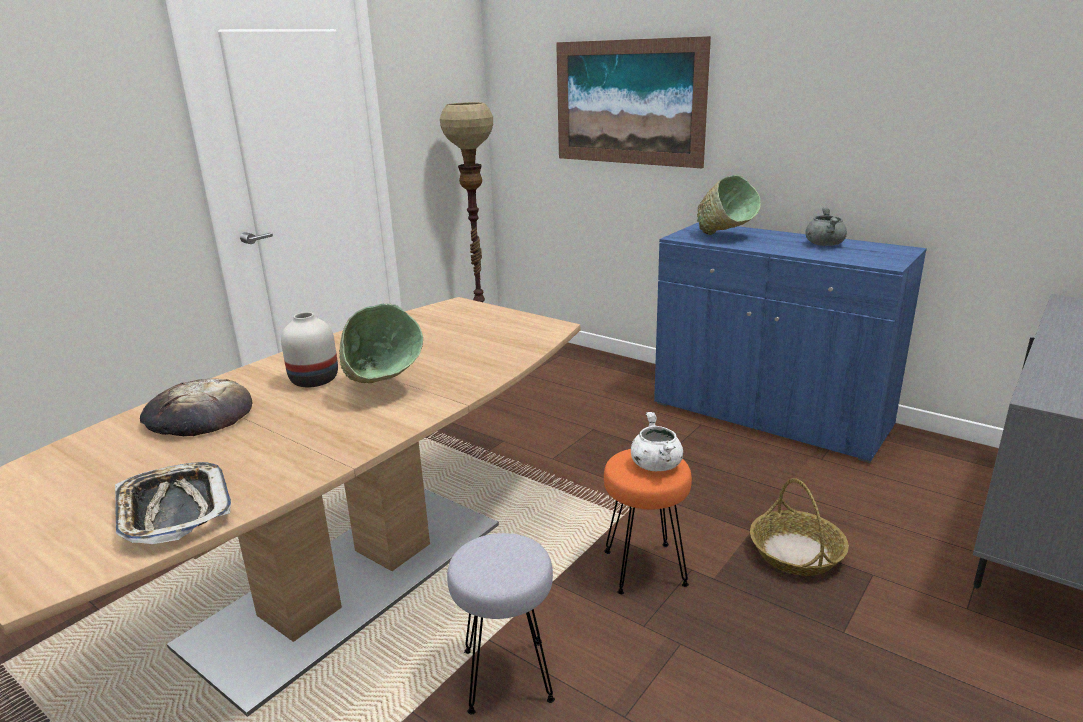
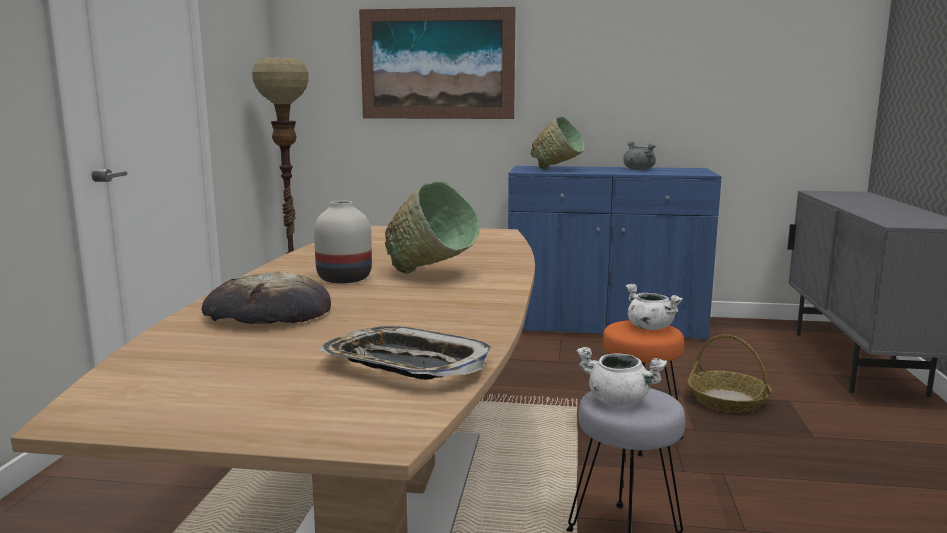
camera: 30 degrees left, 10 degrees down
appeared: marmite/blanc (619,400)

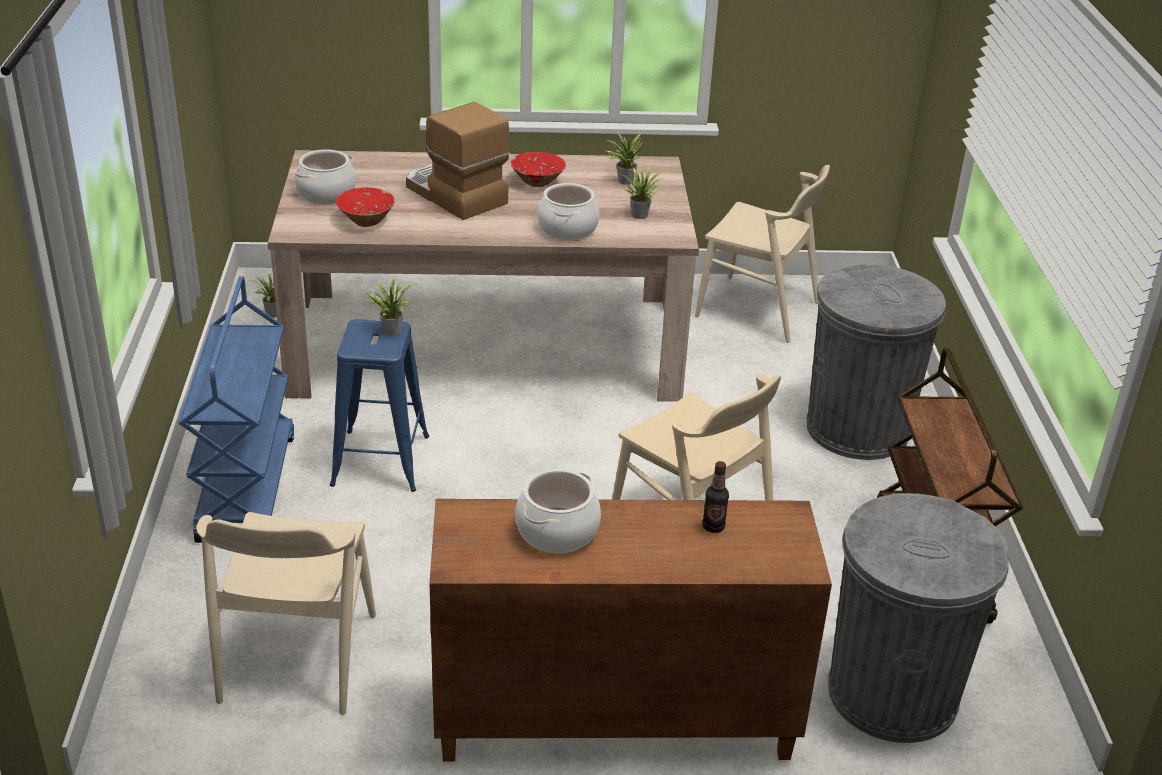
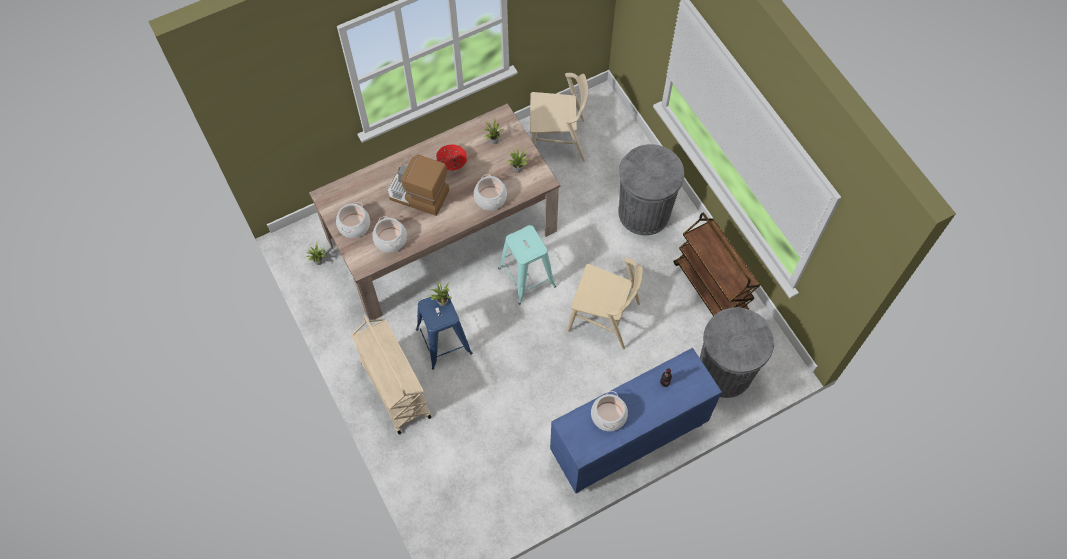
camera: 25 degrees left, 30 degrees up
missing: chaise/beige (297,658)
appeared: tabouret/turquoise (526,277)
exchanged: bol/rouge (366,221) to marmite (390,240)
colour: chariot/bleu (245,486) to chariot/beige (394,388); meuble de rangement/marron (612,722) to meuble de rangement/bleu (628,441)

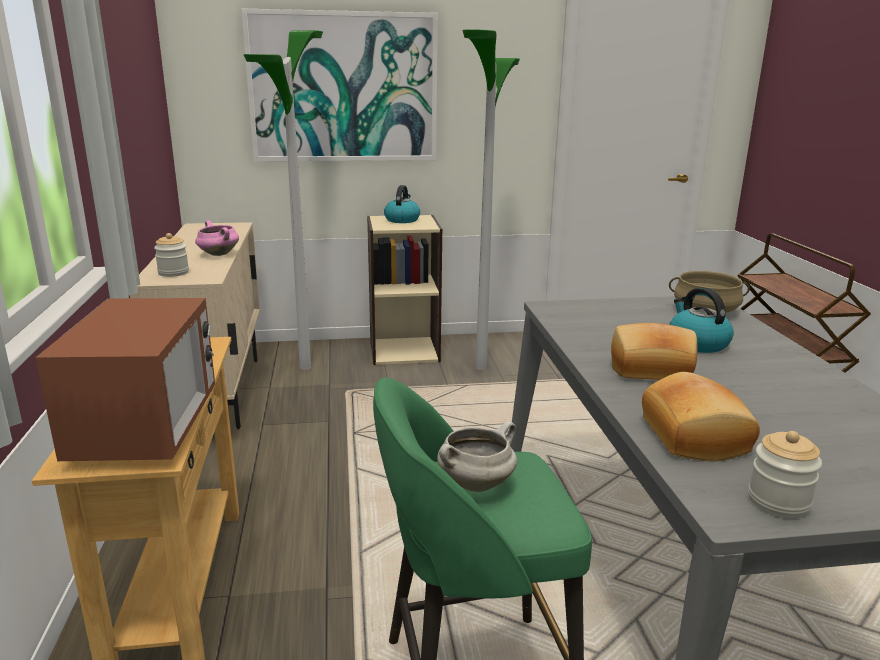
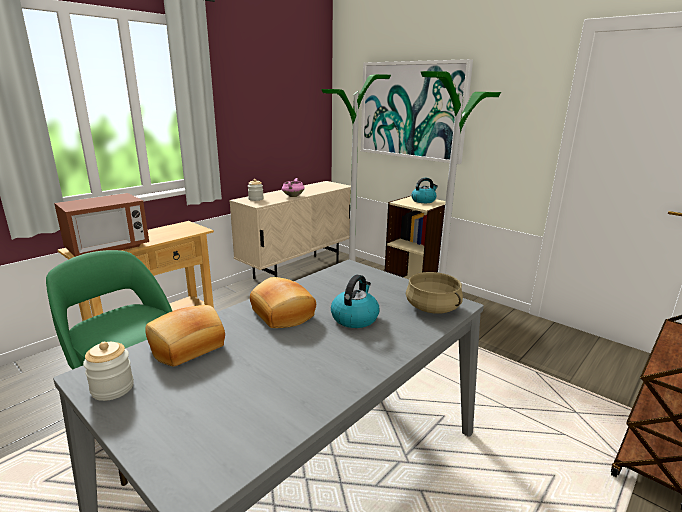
camera: 50 degrees right, 0 degrees up
missing: marmite/blanc (476,483)

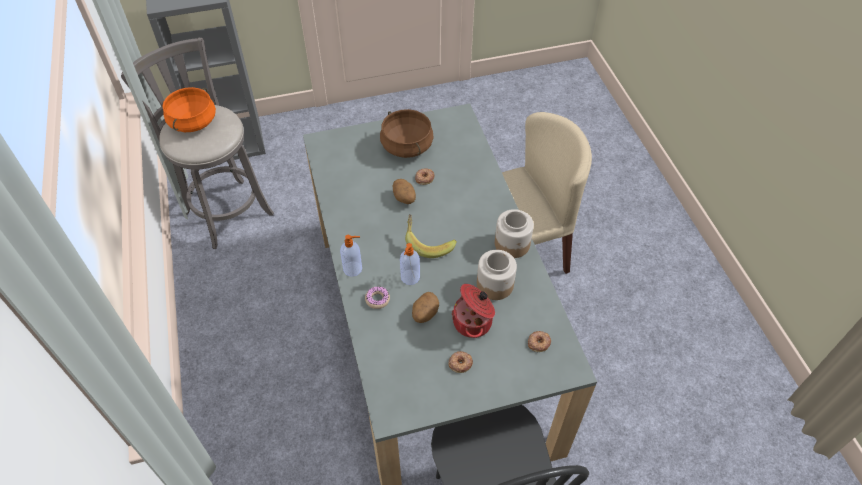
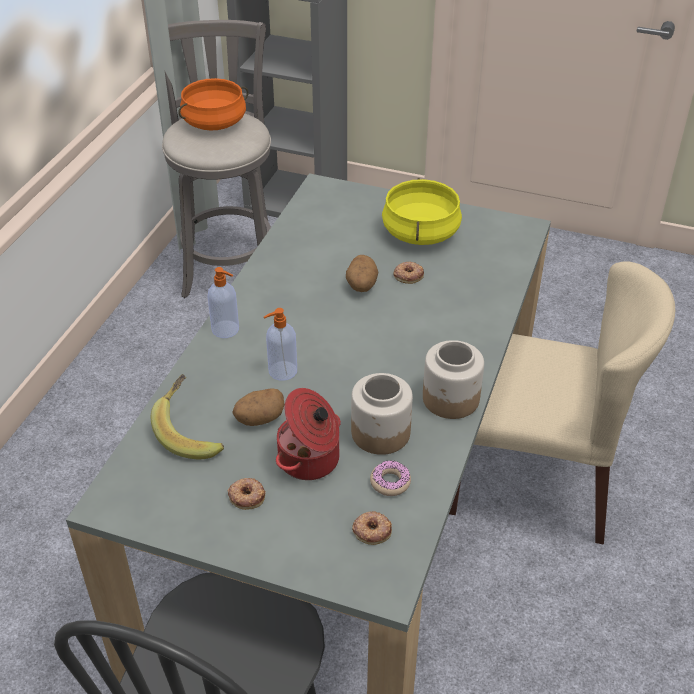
camera: 35 degrees right, 10 degrees down
relocated: beignet (377,299) to (390,482); banane (428,242) to (192,432)
colour: marmite/marron (406,146) to marmite/jaune (420,233)

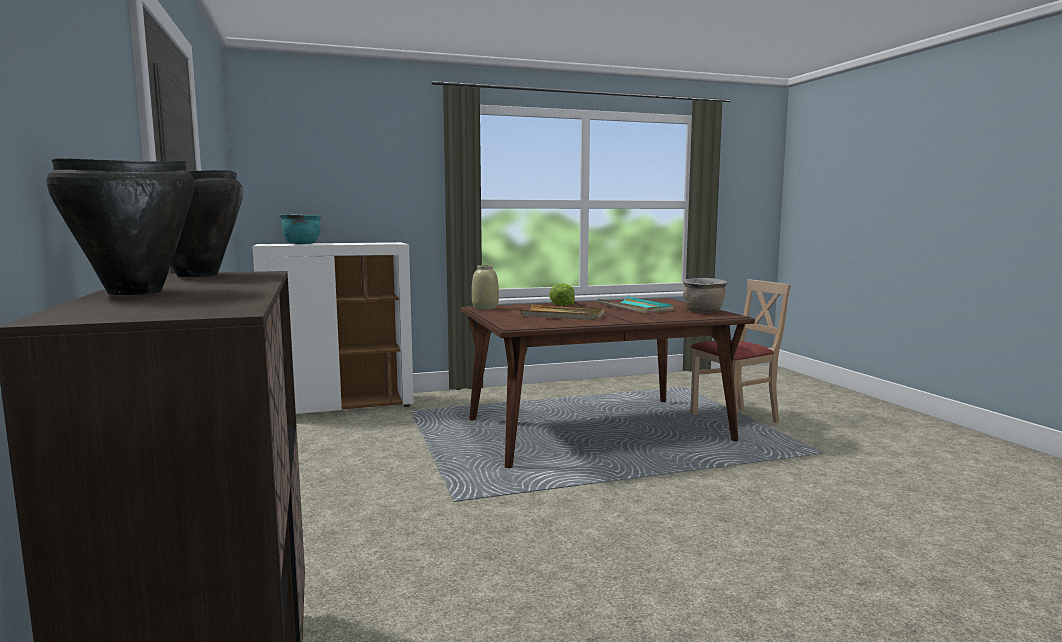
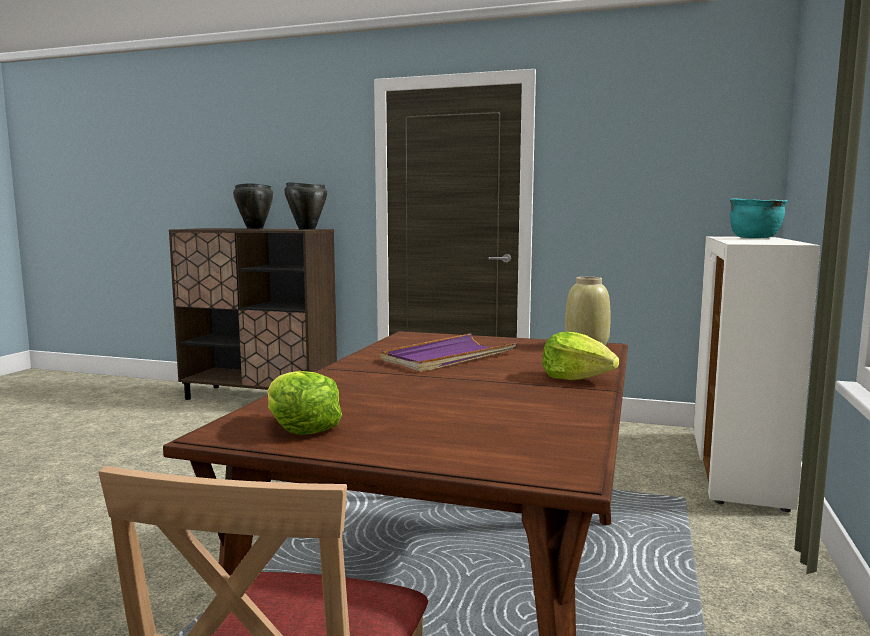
camera: 125 degrees right, 0 degrees up
missing: plateau/turquoise (635,308)
exchanged: marmite/marron (703,312) to laitue (301,428)
colour: plateau/beige (563,316) to plateau/violet (448,357)

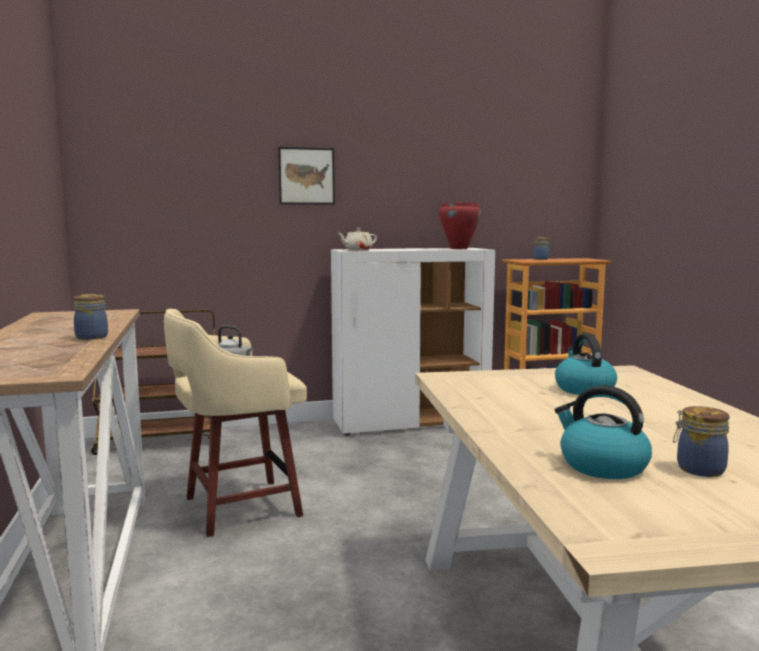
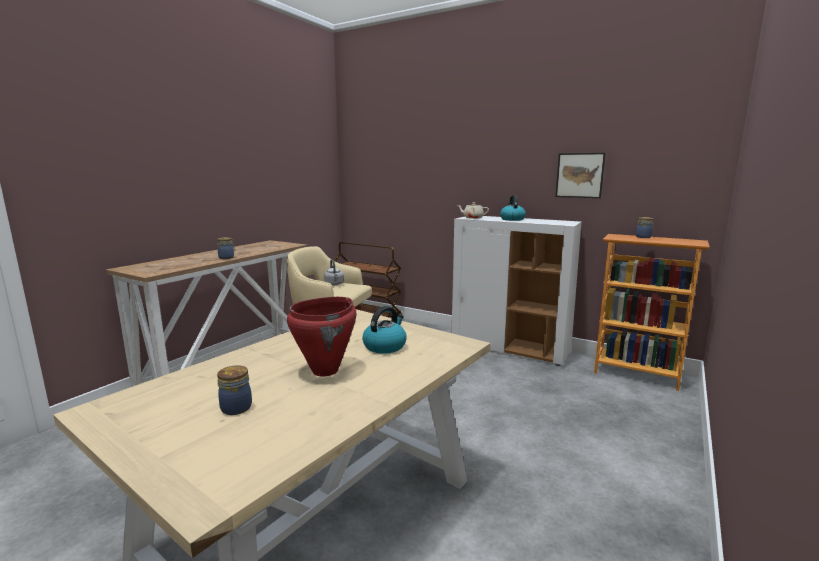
camera: 45 degrees right, 5 degrees up
relocated: tableau (306,176) to (579,175); marmite/rouge (459,248) to (326,370); bouilloire (601,466) to (512,219)

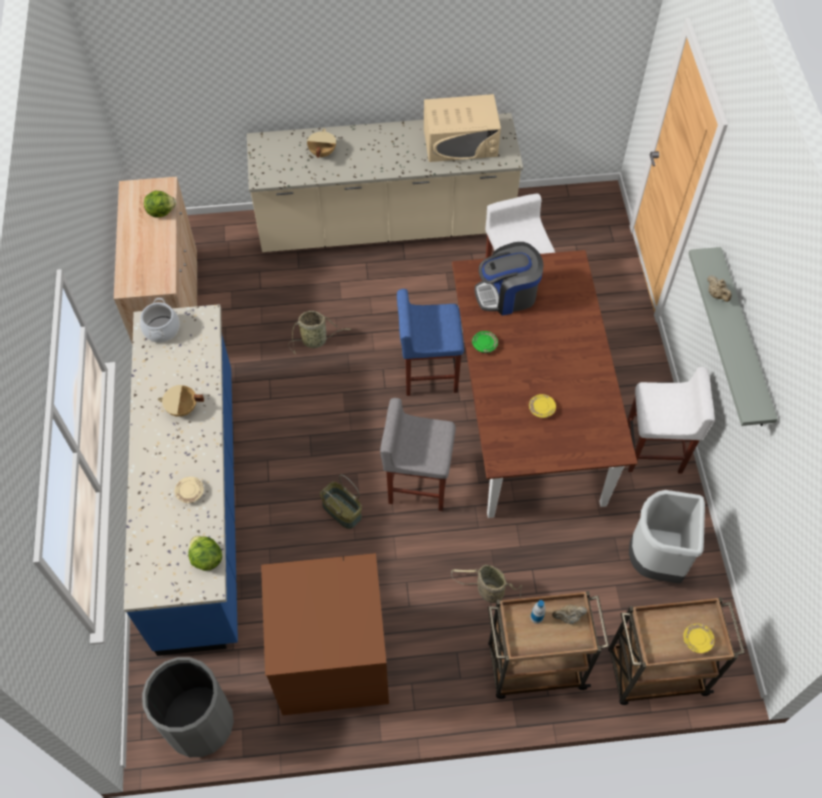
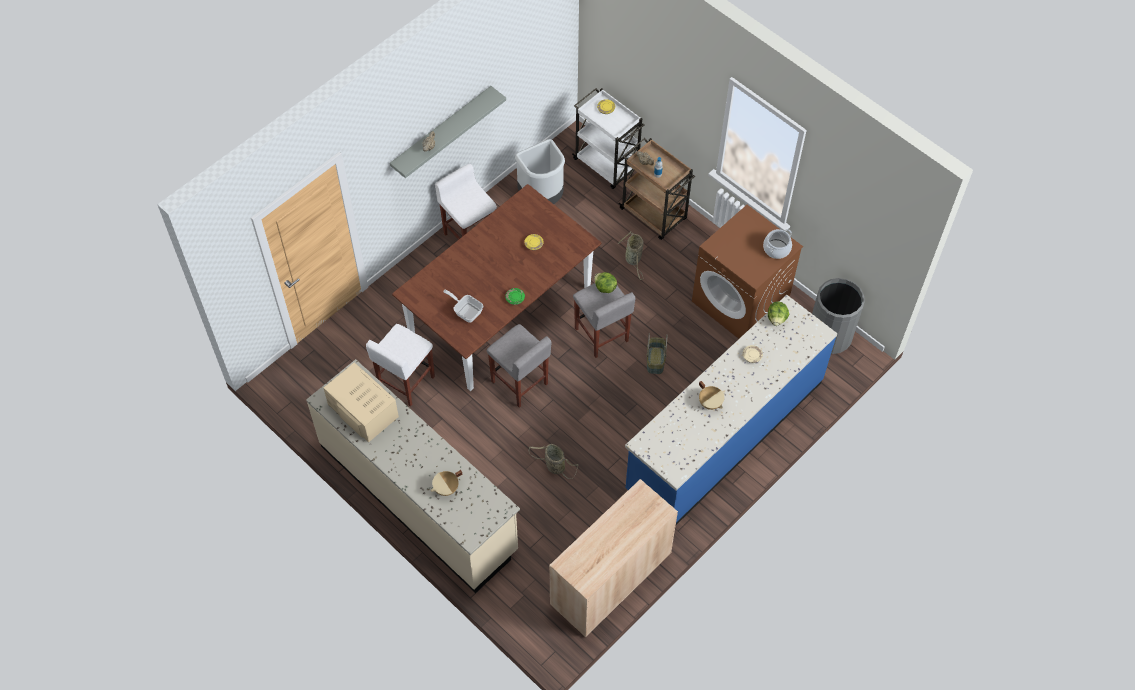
camera: 130 degrees left, 0 degrees up
relocated: marmite (162,329) to (776,249); laitue (161,211) to (605,288)
exchanged: machine à café (507,294) to poêle (466,311)
colour: tabouret/bleu (428,373) to tabouret/gris (520,383); chariot/marron (654,673) to chariot/blanc (607,165)

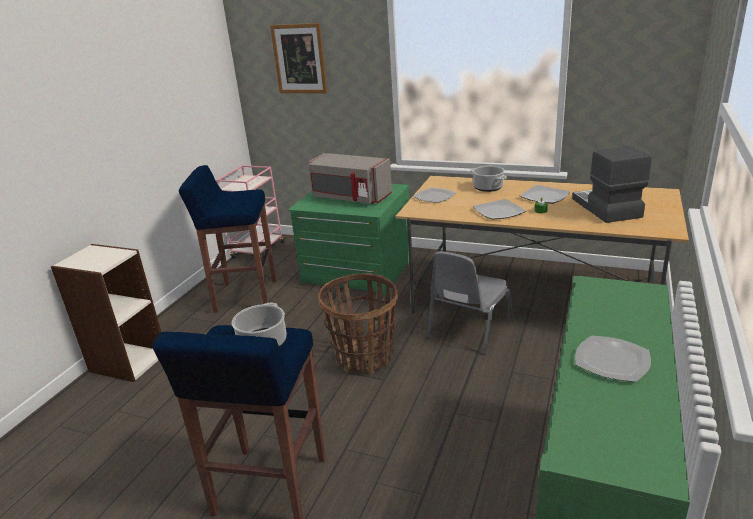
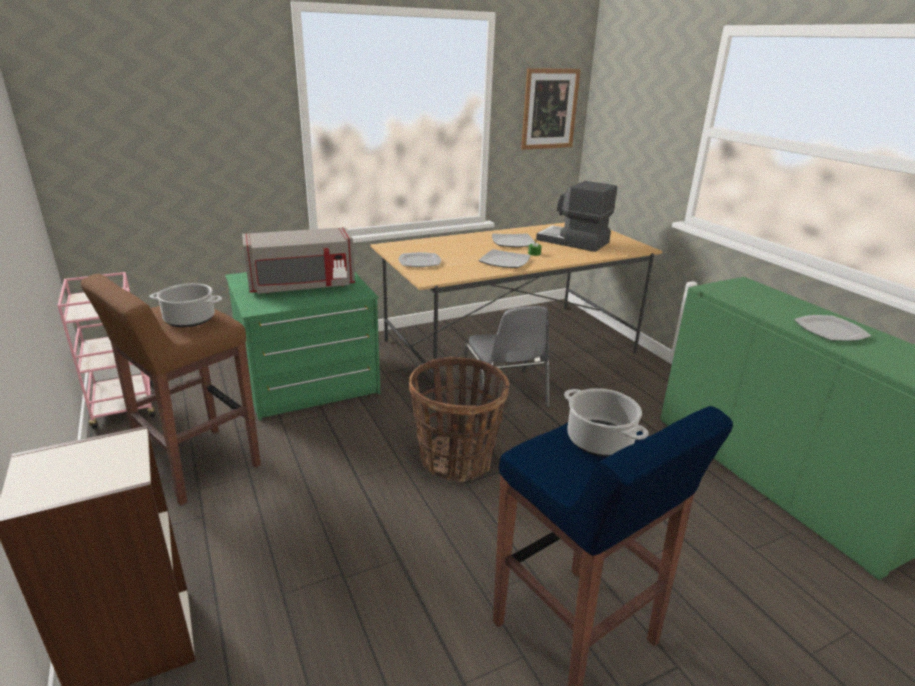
camera: 50 degrees left, 0 degrees up
relocated: tableau (299,59) to (549,109); marmite (488,188) to (190,319)
colour: tabouret/bleu (244,296) to tabouret/marron (197,465)

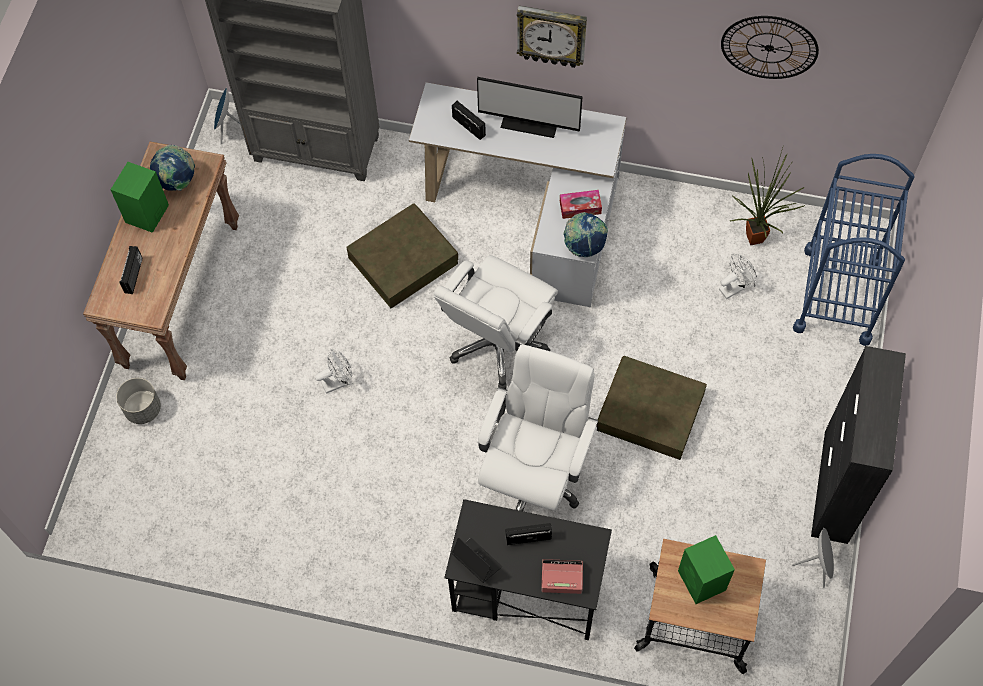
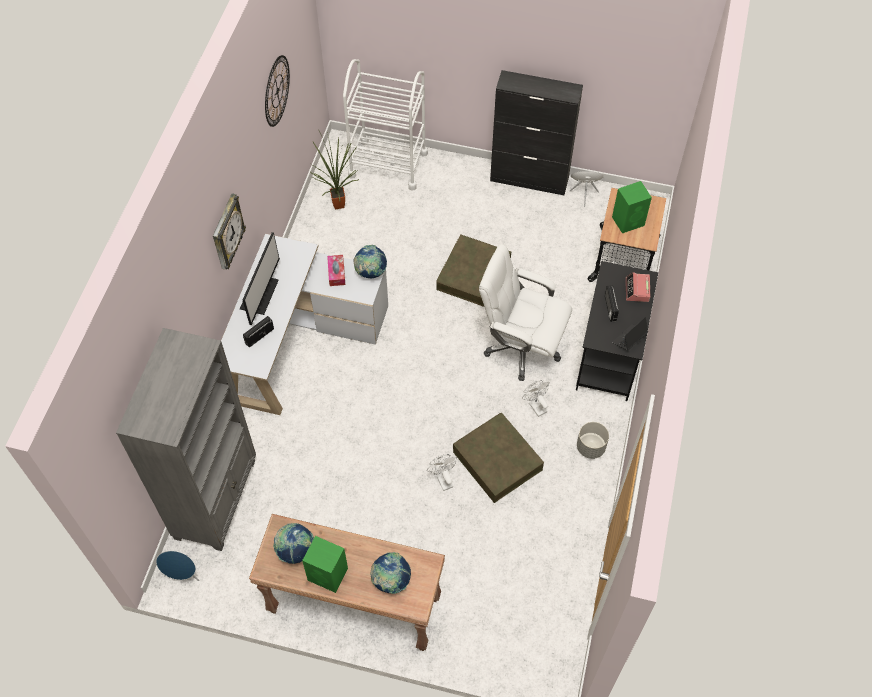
camera: 90 degrees left, 5 degrees down
missing: chaise de bureau/blanc (498,344)
relocated: cache-pot/gris (143,409) to (590,447); boîte de rangement/marron (403,260) to (497,461); ventilateur/blanc (734,287) to (535,405)
exchanged: radio (134,275) to globe (391,580)
colour: chariot/bleu (837,295) to chariot/blanc (388,164)

